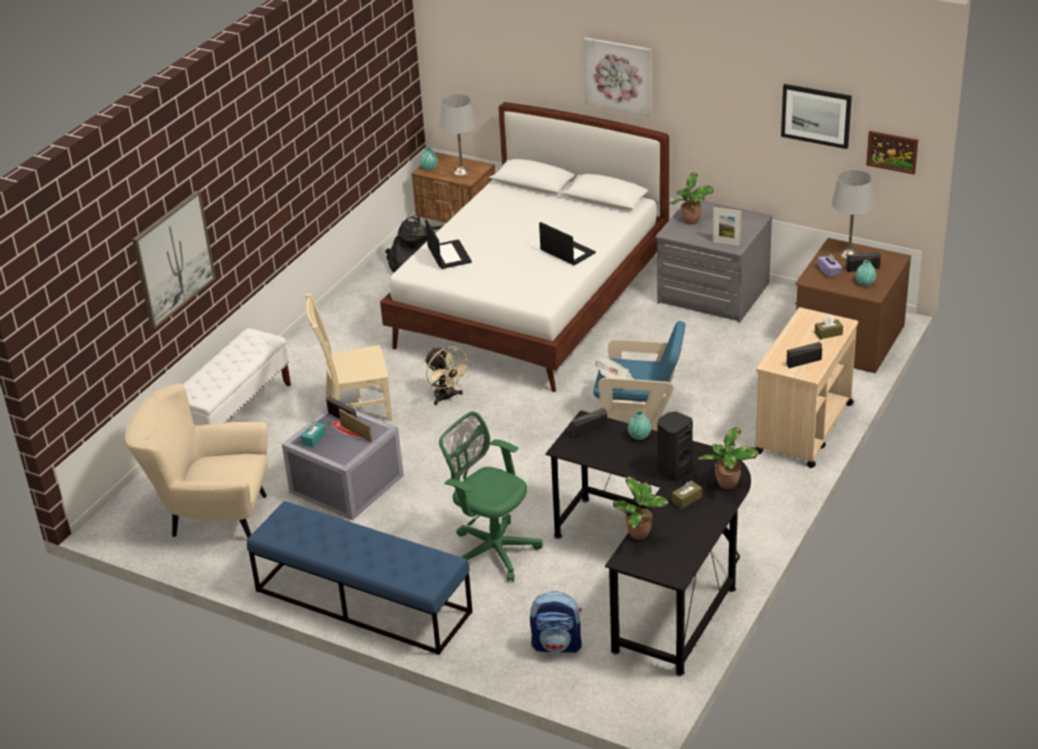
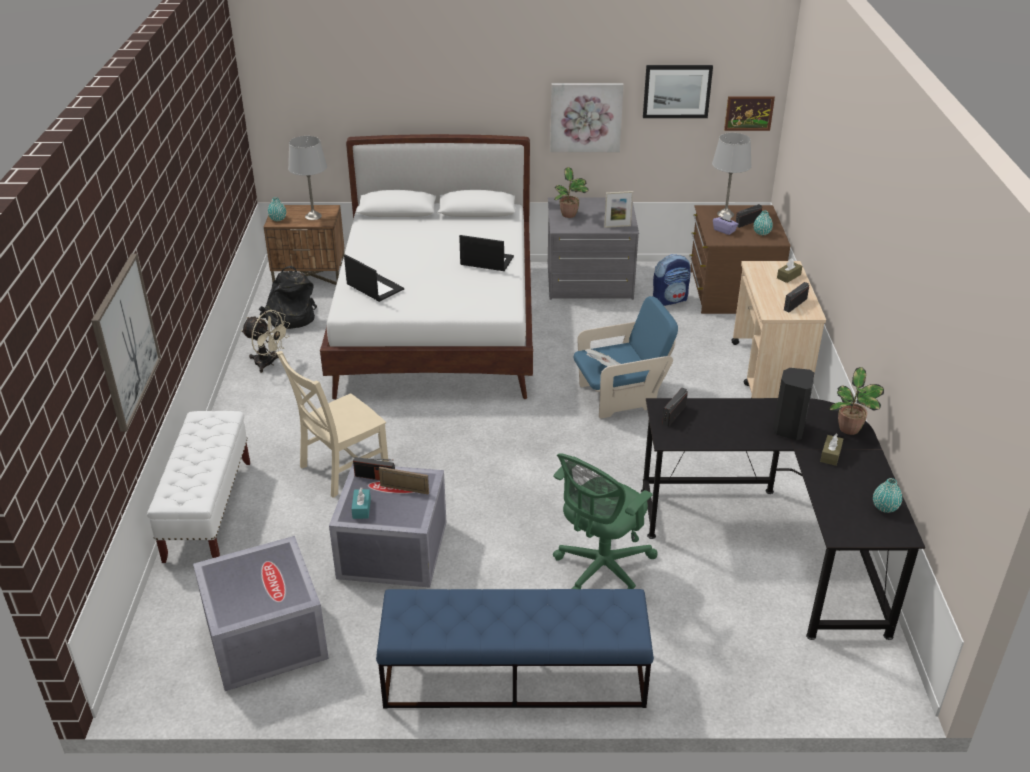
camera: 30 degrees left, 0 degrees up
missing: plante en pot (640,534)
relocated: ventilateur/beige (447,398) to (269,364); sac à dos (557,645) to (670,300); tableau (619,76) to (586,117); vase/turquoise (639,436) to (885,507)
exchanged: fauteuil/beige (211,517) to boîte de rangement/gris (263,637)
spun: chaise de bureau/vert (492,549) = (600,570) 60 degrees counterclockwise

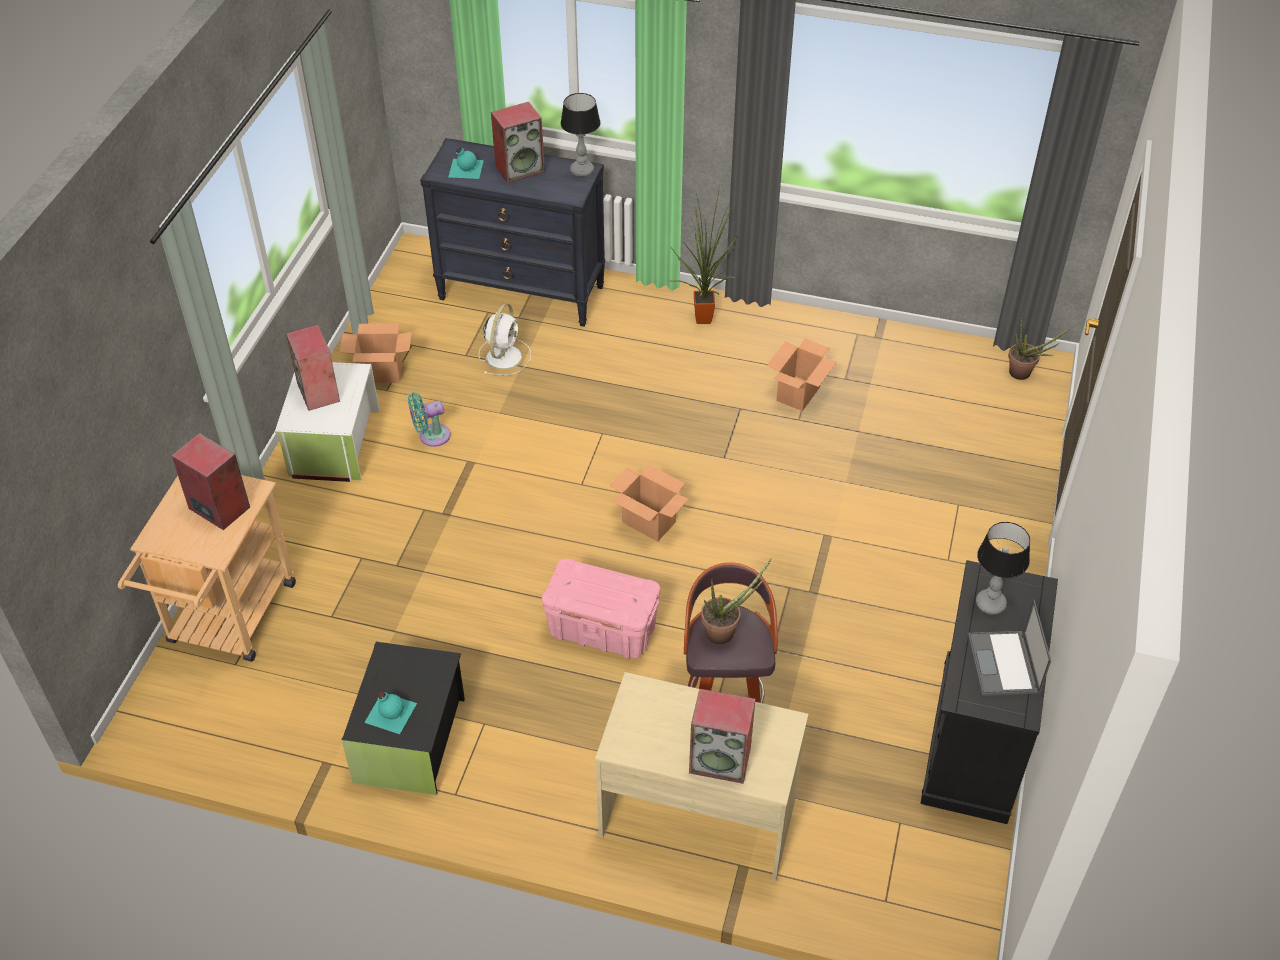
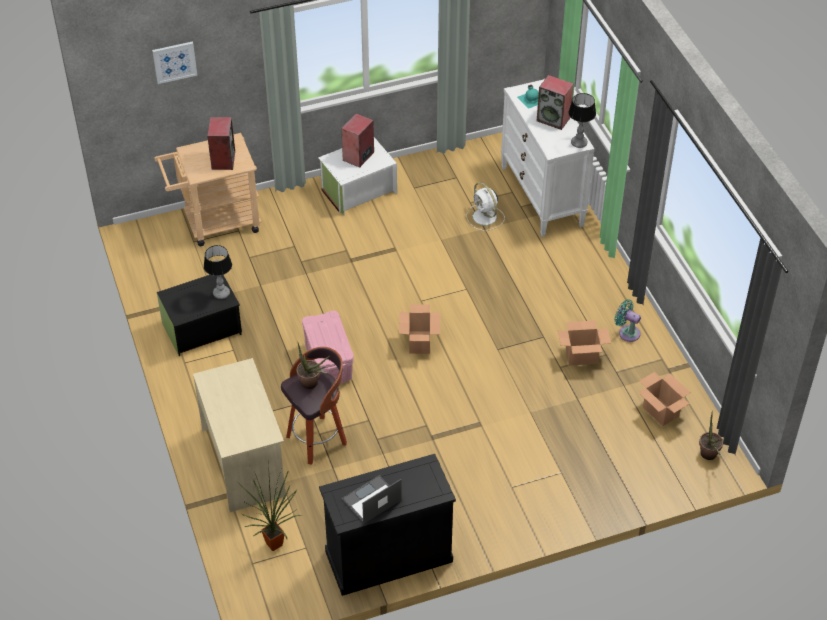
camera: 55 degrees right, 0 degrees up
missing: bouteille/turquoise (390,712); enceinte (721,760)
appeared: tableau (174,62)
relocated: carton (380,373) to (660,411); ventilateur/turquoise (431,436) to (627,332); plante en pot (707,320) to (275,547); lampe de table (991,603) to (222,293)
colour: commode/noir (522,292) to commode/blanc (542,196)
spun: ventilateur/blanc (504,356) = (485,217) 75 degrees clockwise

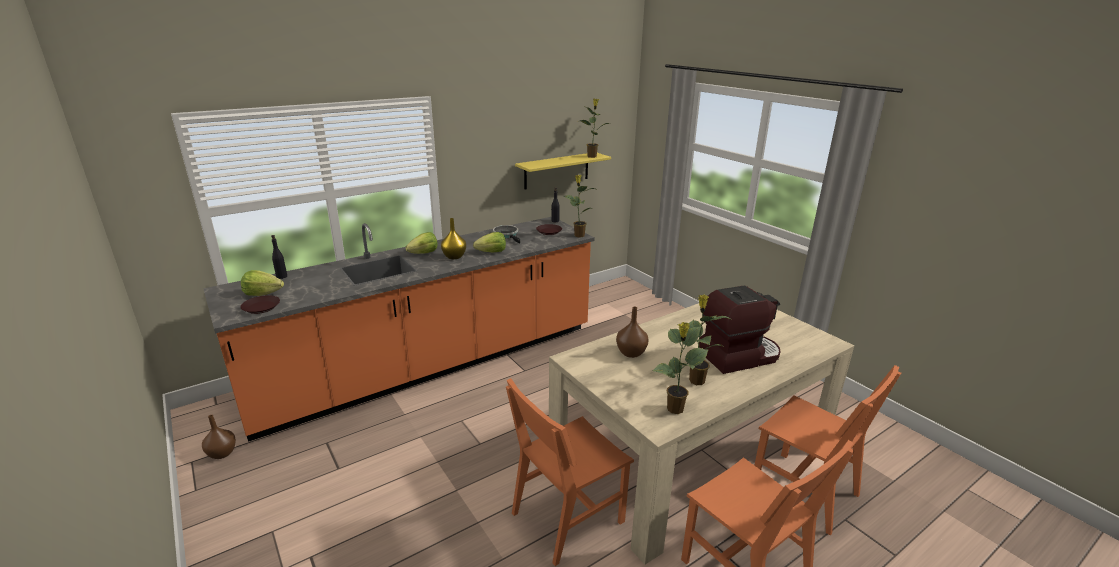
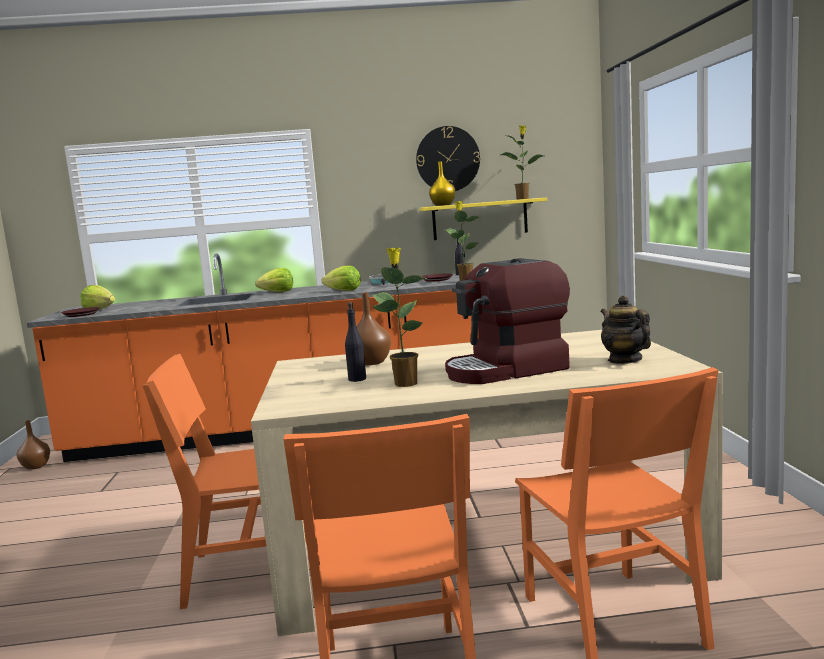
camera: 30 degrees right, 15 degrees down
missing: plante en pot (675,409)
appeared: horloge murale (448,159); théière (624,360)
relocated: bouteille/noir (282,276) to (357,379); vase/jaune (454,256) to (443,205)
spun: machine à café (738,355) = (507,370) 150 degrees clockwise

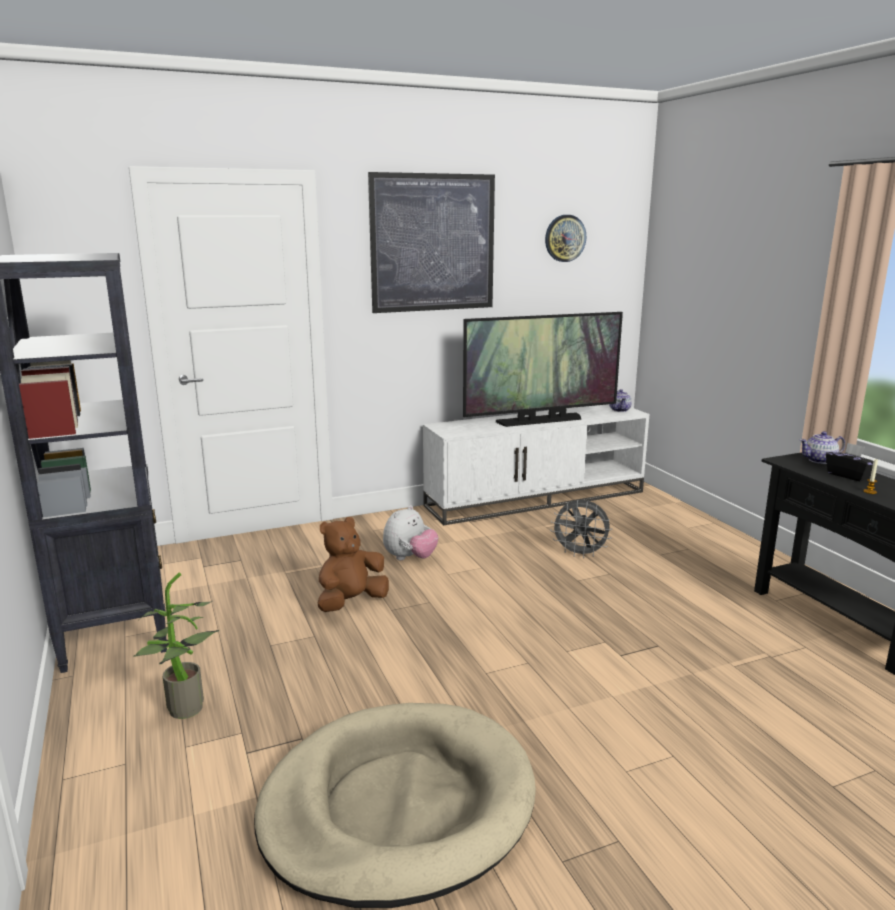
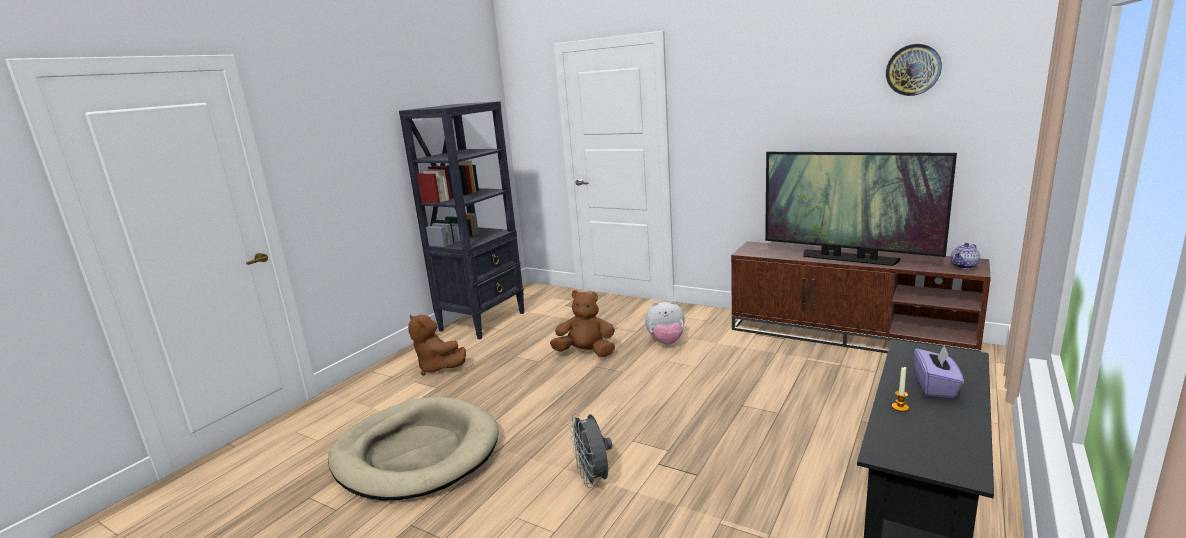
camera: 55 degrees right, 0 degrees up
missing: tableau (433,243); théière (820,460)
relocated: ventilateur/gris (580,554) to (593,478)
exchanged: plante en pot (183,712) to peluche/marron (438,368)
colour: meuble télé/blanc (536,498) to meuble télé/marron (849,335); boîte à mouchoirs/noir (848,475) to boîte à mouchoirs/violet (935,387)

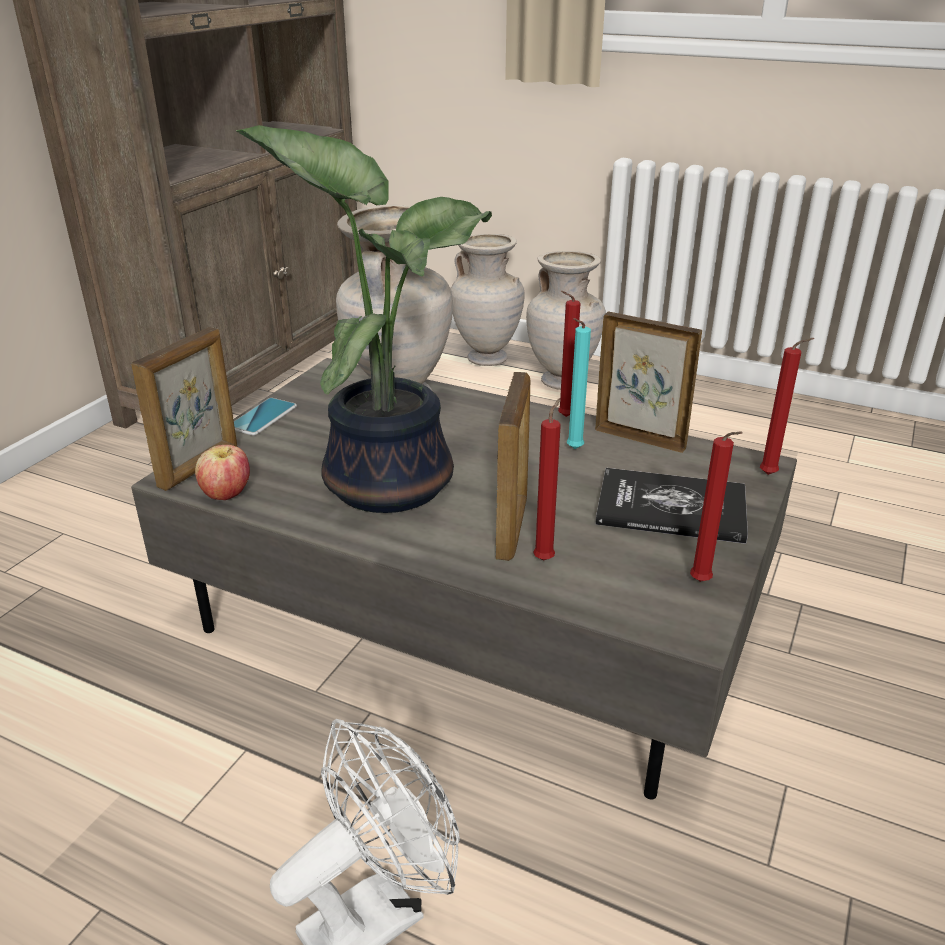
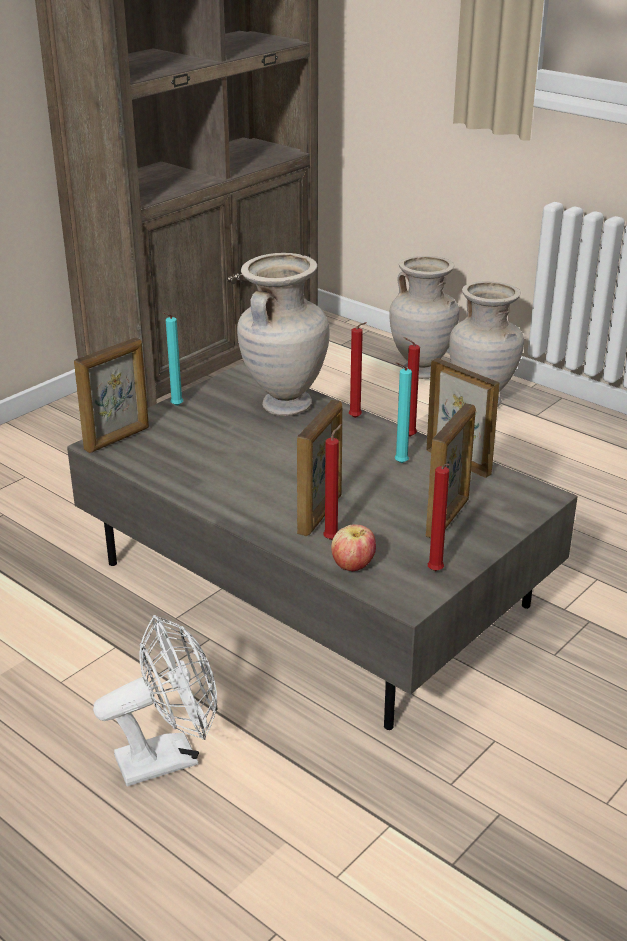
camera: 15 degrees right, 0 degrees up
missing: plante en pot (387,479)
relocated: pomme (226,494) to (353,566); bougie/rouge (771,475) to (356,418)
exchanged: téléphone (262,417) to bougie/turquoise (175,406); livre (671,508) to cadre photo (448,518)

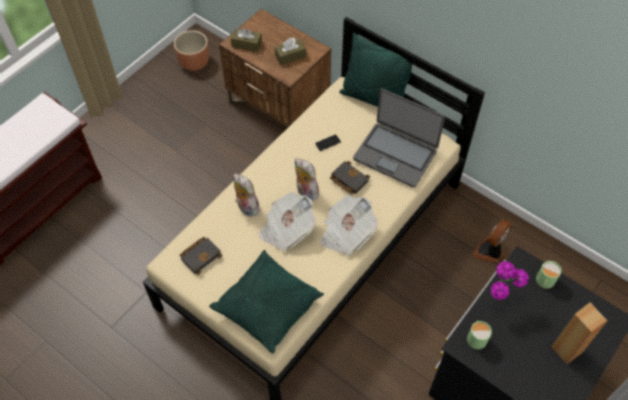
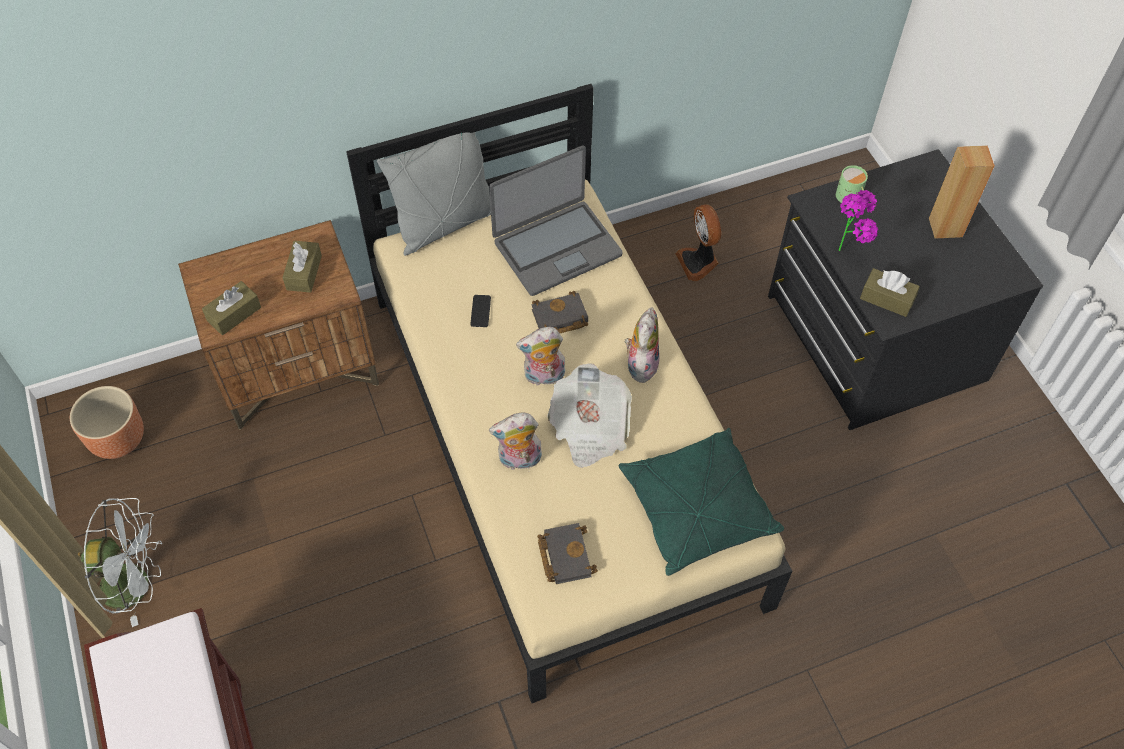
camera: 60 degrees left, 0 degrees up
appeared: ventilateur/blanc (137,584)
exchanged: journal (346,233) to peluche (640,364); mug/vert (476,337) to boîte à mouchoirs/marron (887,299)
colour: coussin/vert (373,98) to coussin/gris (445,224)

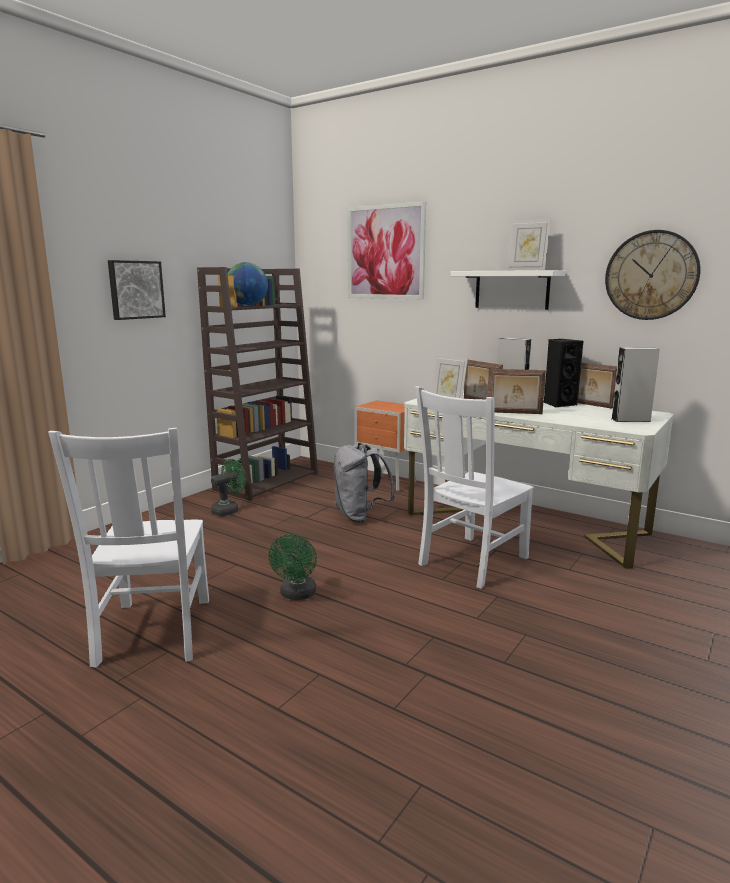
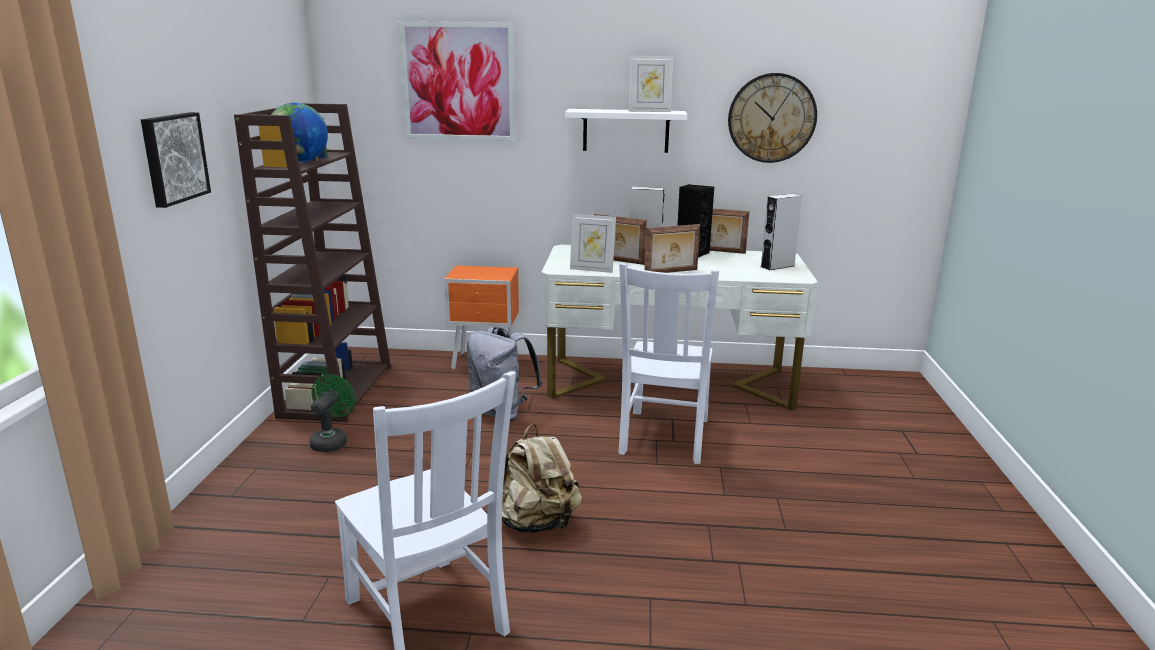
camera: 30 degrees left, 5 degrees up
exchanged: ventilateur/vert (297,595) to sac à dos/beige (536,523)

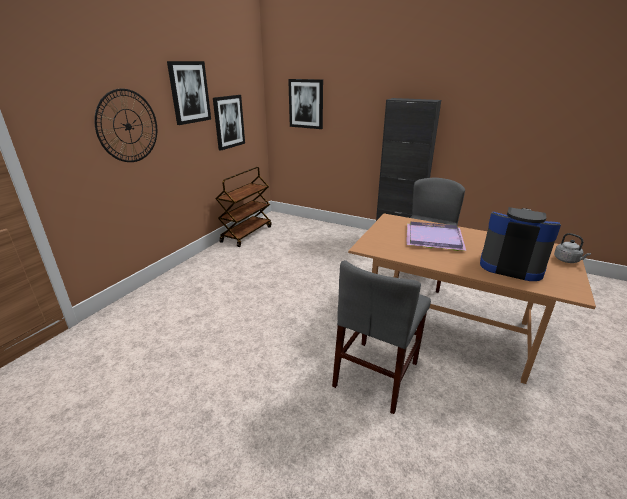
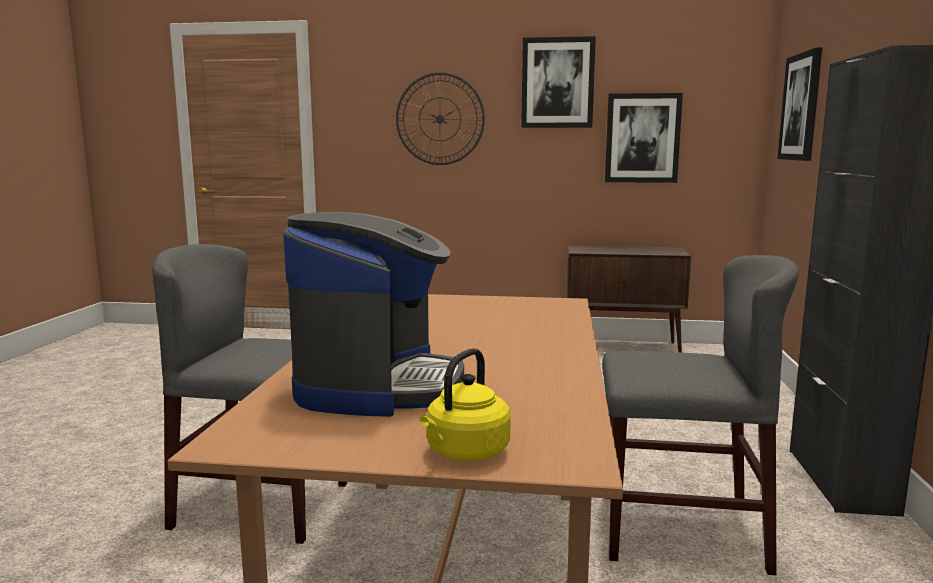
camera: 70 degrees right, 15 degrees down
missing: plateau/violet (432,237)
exchanged: chariot/marron (246,234) to meuble de rangement/marron (623,347)
colour: bouilloire/gris (567,260) to bouilloire/jaune (465,453)

